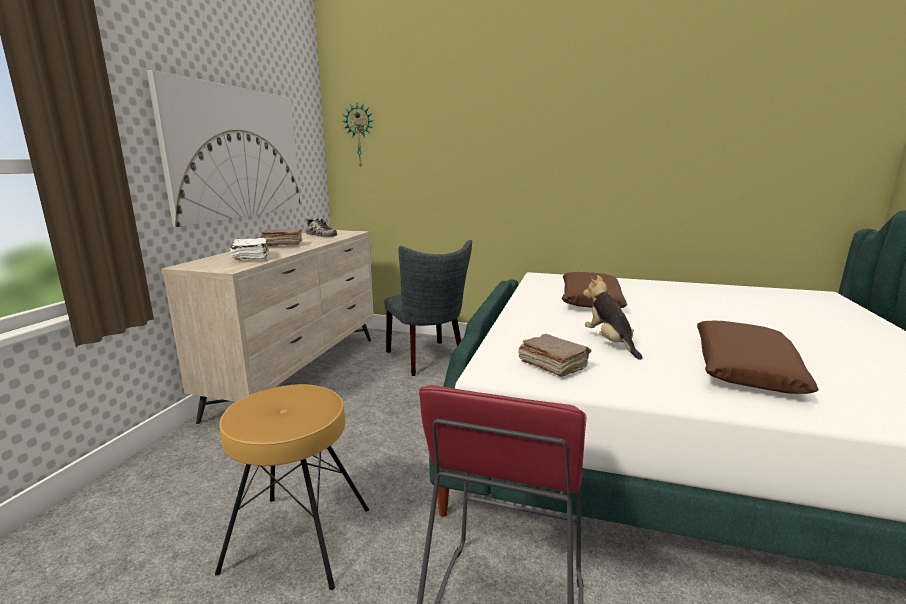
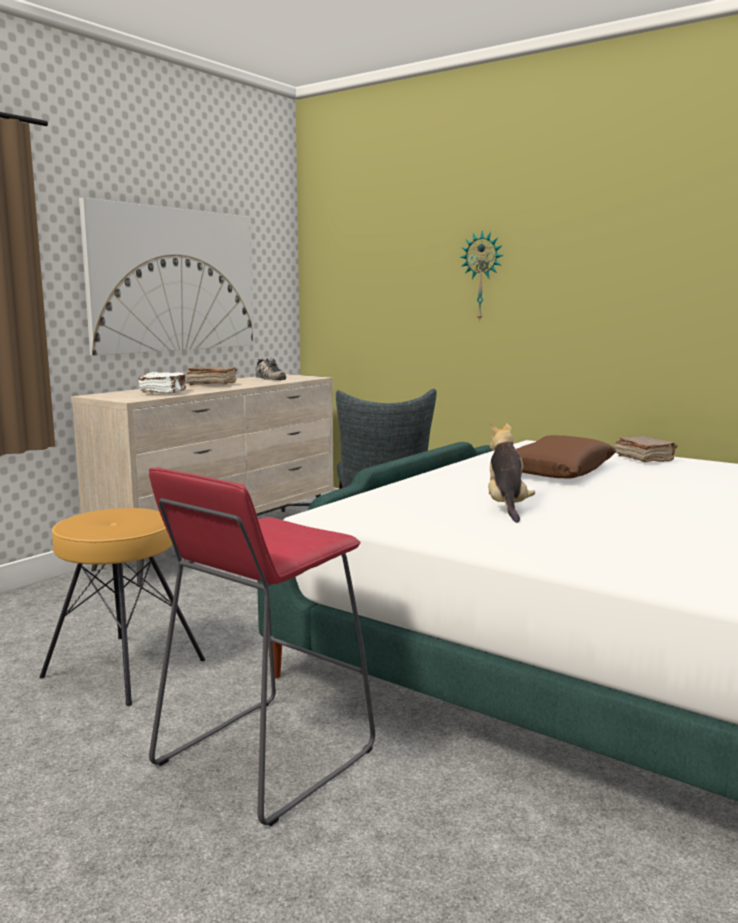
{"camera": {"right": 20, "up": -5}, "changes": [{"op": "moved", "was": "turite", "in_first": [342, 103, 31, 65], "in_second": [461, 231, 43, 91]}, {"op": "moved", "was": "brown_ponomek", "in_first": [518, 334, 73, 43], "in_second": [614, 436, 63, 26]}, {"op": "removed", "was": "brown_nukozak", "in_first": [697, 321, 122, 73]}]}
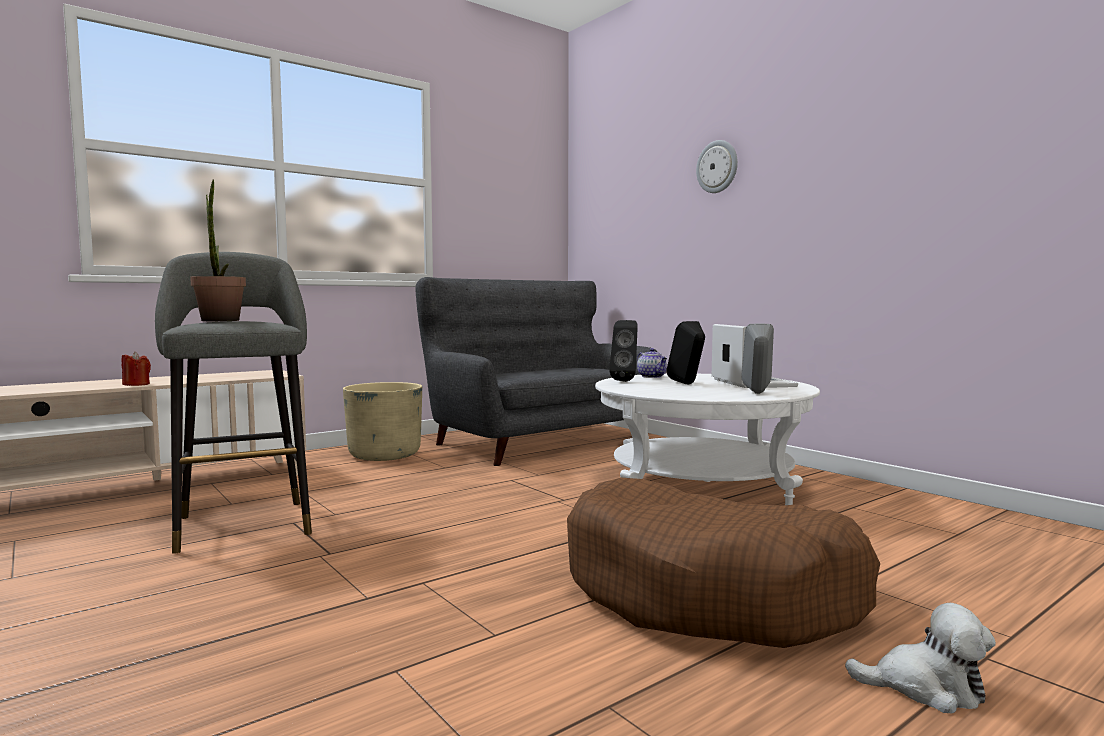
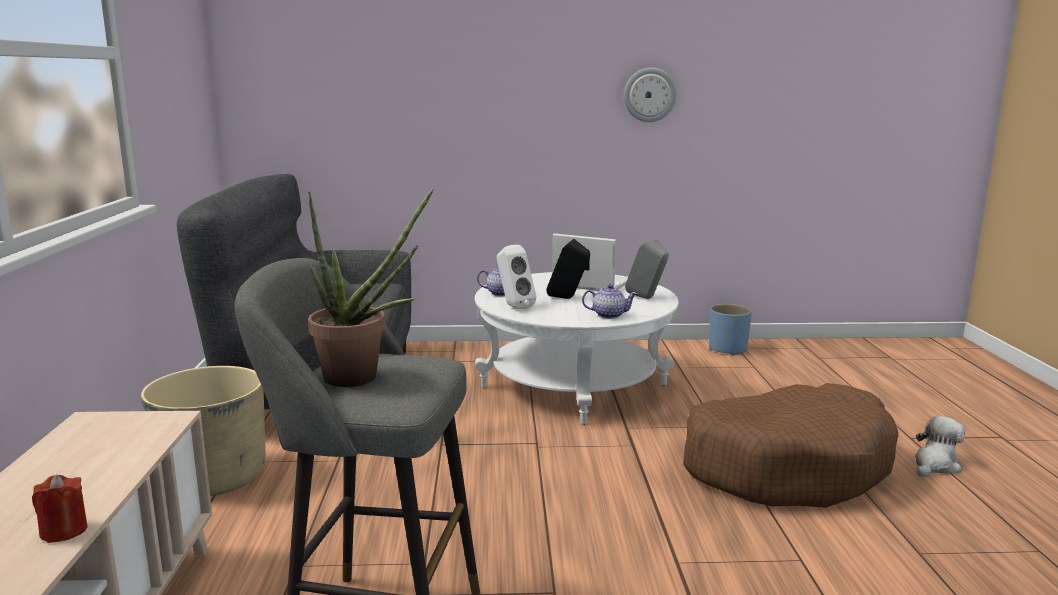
{"camera": {"right": -55, "up": 10}, "changes": [{"op": "recoloured", "was": "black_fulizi", "now": "white_fulizi", "in_first": [609, 320, 29, 62], "in_second": [497, 245, 39, 64]}, {"op": "added", "now": "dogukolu", "in_second": [582, 284, 56, 35]}, {"op": "moved", "was": "turite", "in_first": [696, 140, 42, 53], "in_second": [624, 68, 53, 54]}, {"op": "added", "now": "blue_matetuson", "in_second": [709, 304, 43, 52]}]}
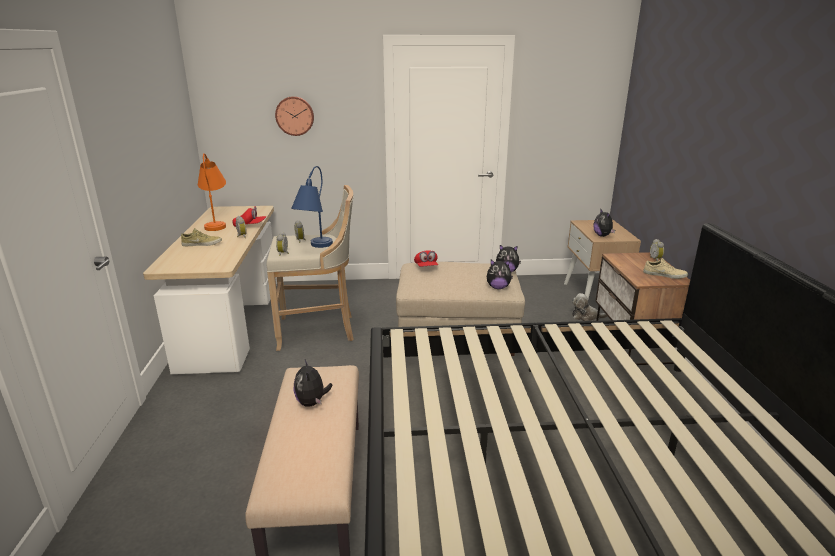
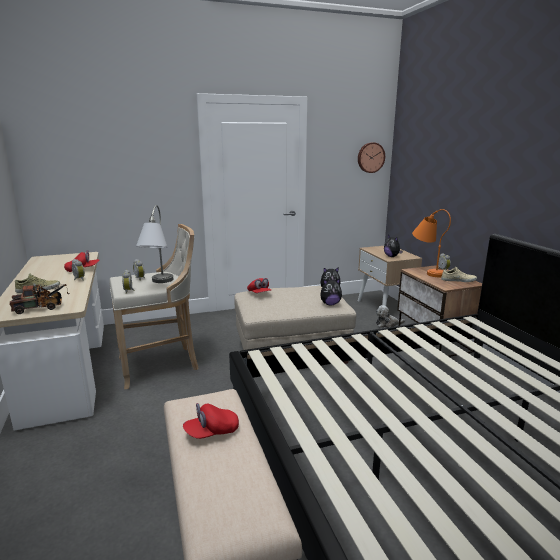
{"camera": {"right": -15, "up": -5}, "changes": [{"op": "added", "now": "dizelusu", "in_second": [9, 284, 59, 30]}, {"op": "recoloured", "was": "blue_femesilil", "now": "grey_femesilil", "in_first": [291, 166, 42, 82], "in_second": [136, 205, 37, 78]}, {"op": "replaced", "was": "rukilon", "now": "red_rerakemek", "in_first": [293, 359, 40, 47], "in_second": [183, 403, 56, 36]}, {"op": "moved", "was": "turite", "in_first": [275, 96, 39, 40], "in_second": [358, 142, 27, 31]}, {"op": "moved", "was": "orange_femesilil", "in_first": [198, 153, 28, 78], "in_second": [412, 209, 39, 68]}]}
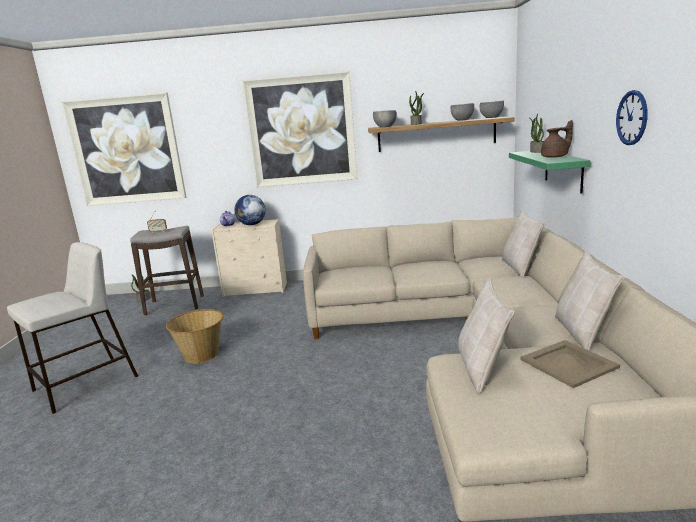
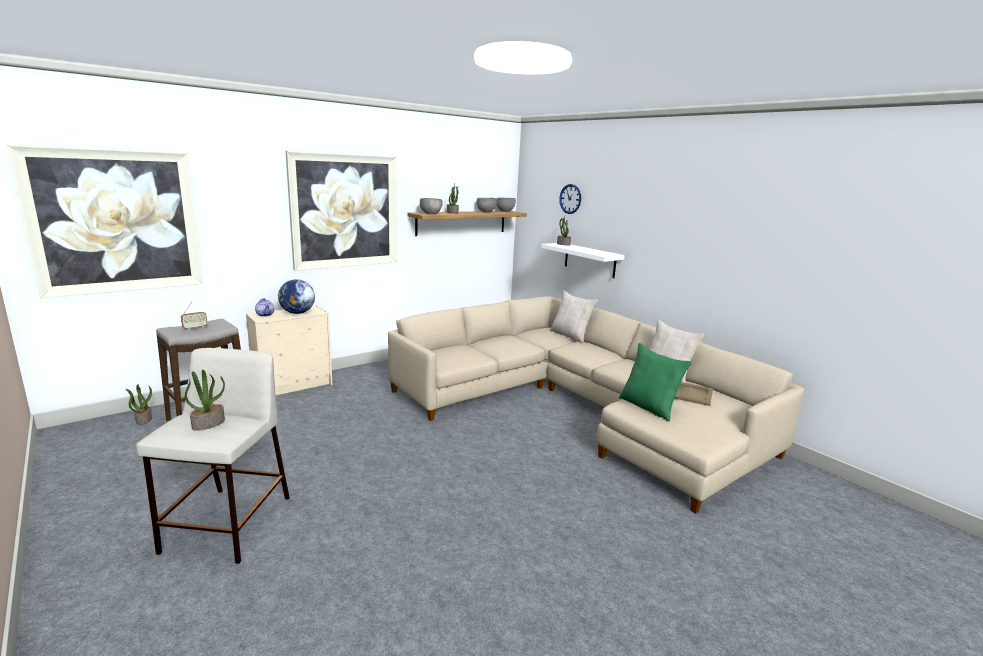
{"camera": {"right": -40, "up": 0}, "changes": [{"op": "added", "now": "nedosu", "in_second": [185, 370, 40, 61]}, {"op": "recoloured", "was": "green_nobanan", "now": "white_nobanan", "in_first": [509, 151, 82, 43], "in_second": [541, 243, 84, 35]}, {"op": "moved", "was": "turite", "in_first": [616, 90, 32, 55], "in_second": [559, 184, 22, 30]}, {"op": "recoloured", "was": "beige_nukozak", "now": "green_nukozak", "in_first": [458, 278, 57, 116], "in_second": [619, 343, 73, 78]}, {"op": "removed", "was": "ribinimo", "in_first": [166, 309, 58, 55]}, {"op": "removed", "was": "brown_dogukolu", "in_first": [541, 120, 32, 38]}]}
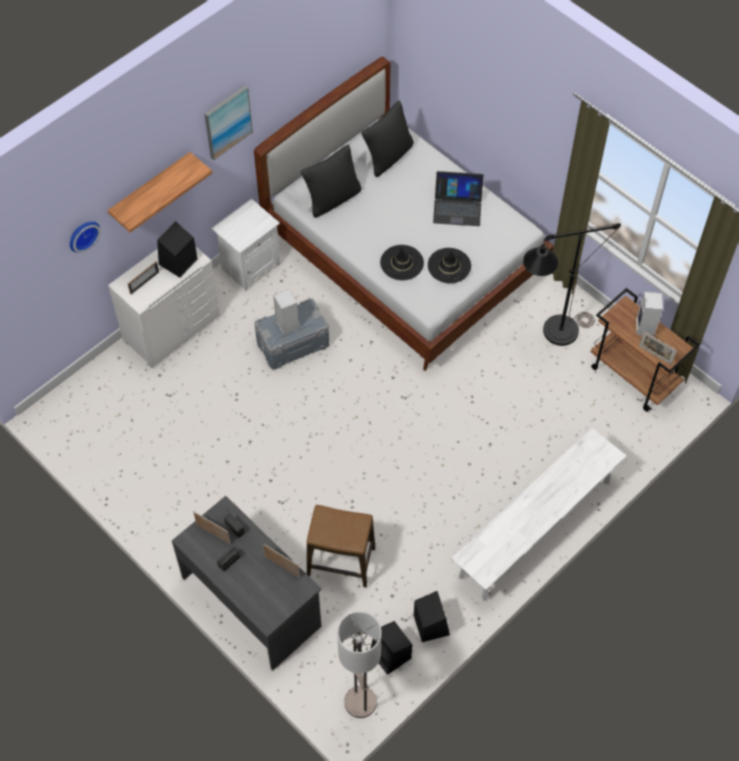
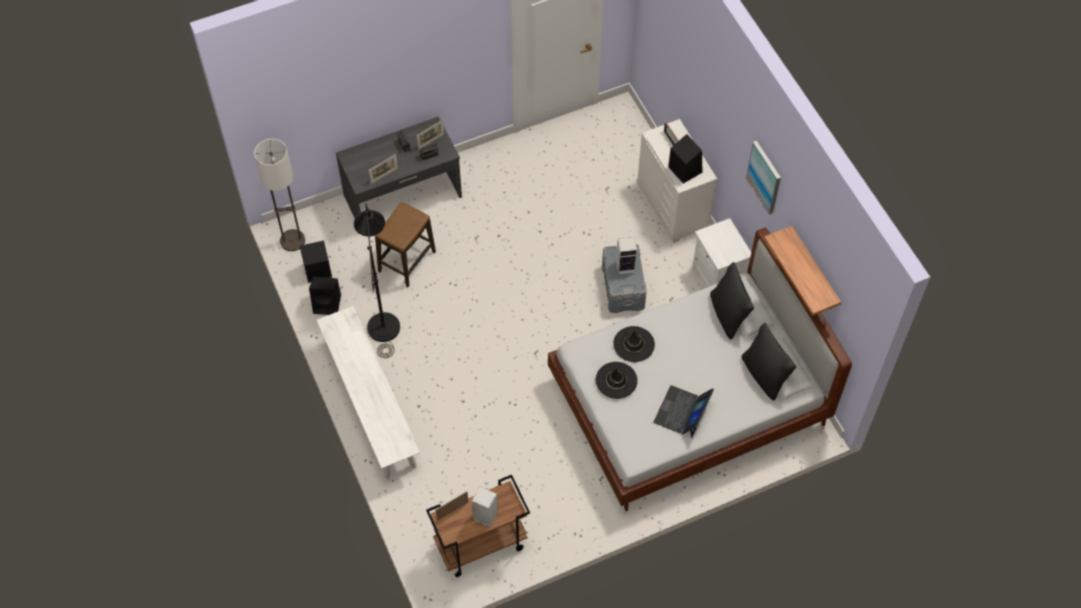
{"camera": {"right": 110, "up": 0}, "changes": [{"op": "moved", "was": "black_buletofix", "in_first": [523, 223, 98, 123], "in_second": [354, 204, 46, 154]}, {"op": "moved", "was": "nobanan", "in_first": [108, 152, 104, 81], "in_second": [764, 226, 77, 90]}, {"op": "removed", "was": "turite", "in_first": [70, 221, 31, 32]}]}
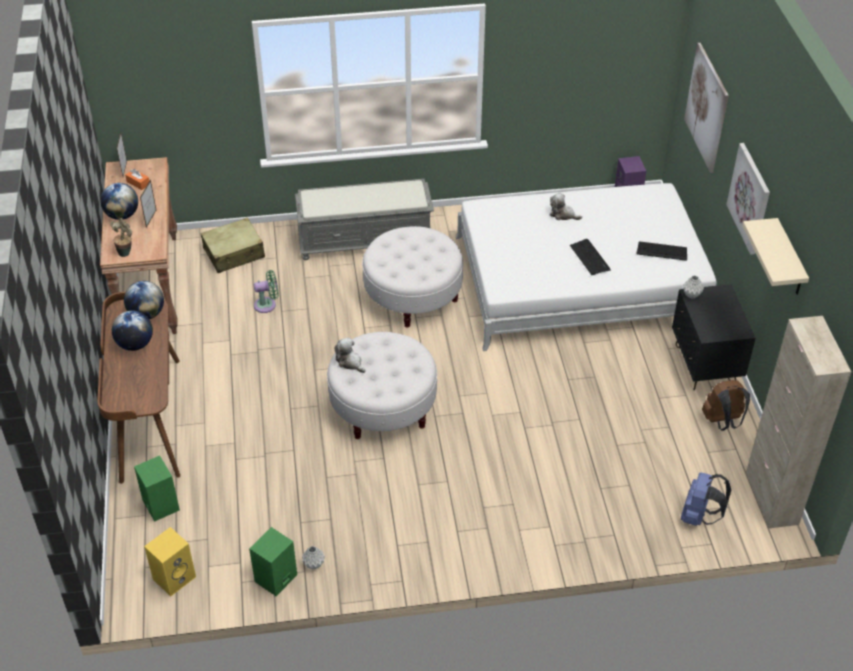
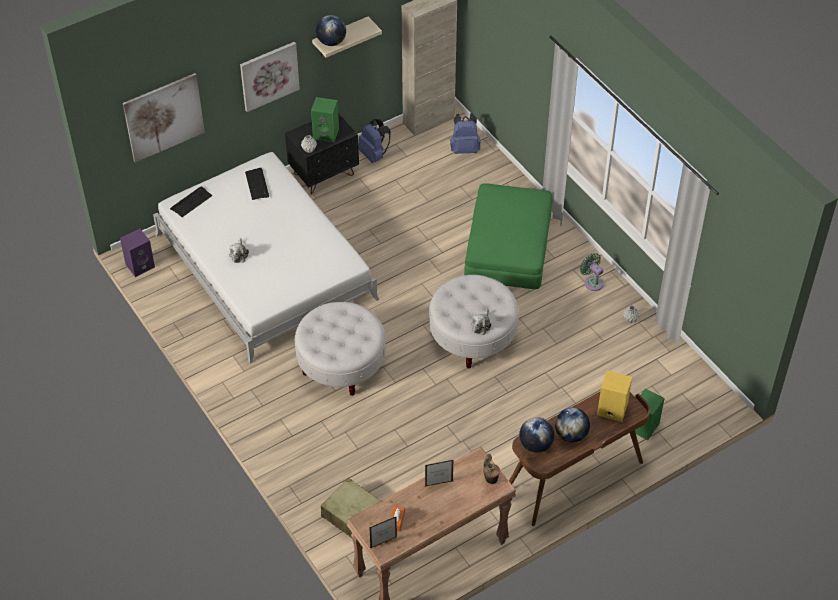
{"camera": {"right": -115, "up": 5}, "changes": [{"op": "moved", "was": "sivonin", "in_first": [570, 239, 41, 36], "in_second": [170, 186, 42, 31]}, {"op": "moved", "was": "green_fulizi", "in_first": [249, 527, 48, 69], "in_second": [311, 97, 28, 45]}, {"op": "moved", "was": "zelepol", "in_first": [100, 183, 38, 37], "in_second": [316, 15, 30, 31]}, {"op": "recoloured", "was": "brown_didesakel", "now": "blue_didesakel", "in_first": [702, 380, 48, 51], "in_second": [359, 119, 32, 44]}, {"op": "added", "now": "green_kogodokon", "in_second": [464, 183, 89, 106]}, {"op": "moved", "was": "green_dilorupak", "in_first": [254, 270, 25, 43], "in_second": [580, 253, 24, 38]}, {"op": "moved", "was": "yellow_fulizi", "in_first": [144, 527, 52, 69], "in_second": [597, 370, 35, 52]}, {"op": "removed", "was": "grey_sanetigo", "in_first": [295, 179, 139, 81]}]}
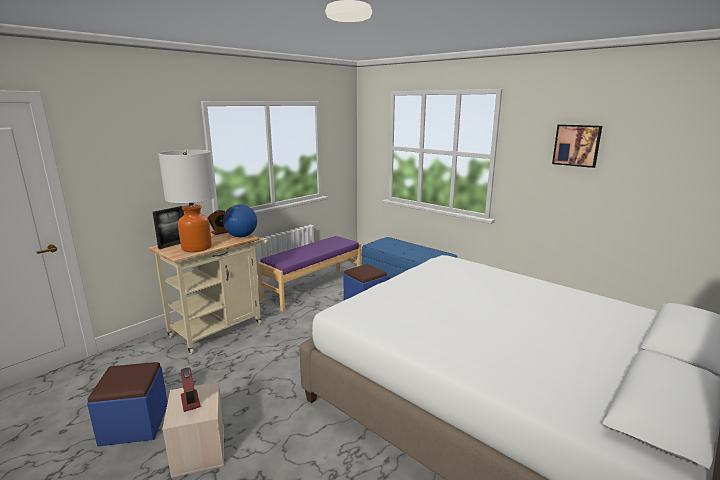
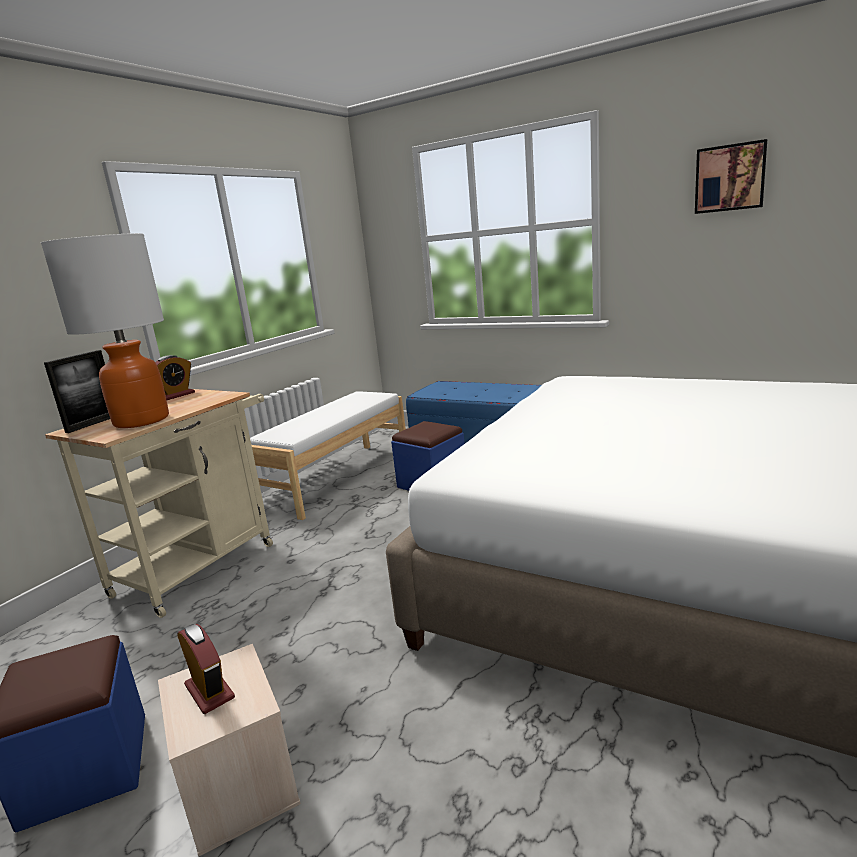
{"camera": {"right": -10, "up": 0}, "changes": [{"op": "recoloured", "was": "purple_sanetigo", "now": "white_sanetigo", "in_first": [257, 236, 104, 76], "in_second": [250, 392, 156, 128]}, {"op": "removed", "was": "zelepol", "in_first": [223, 204, 34, 33]}]}
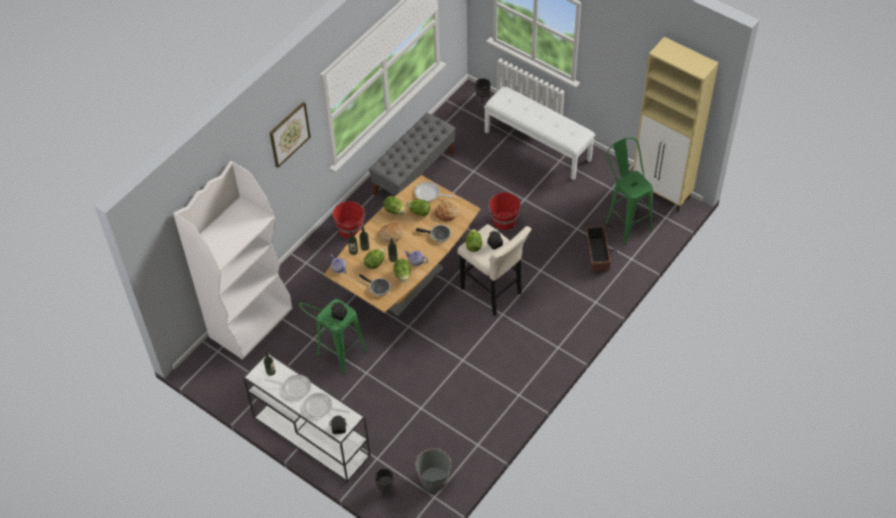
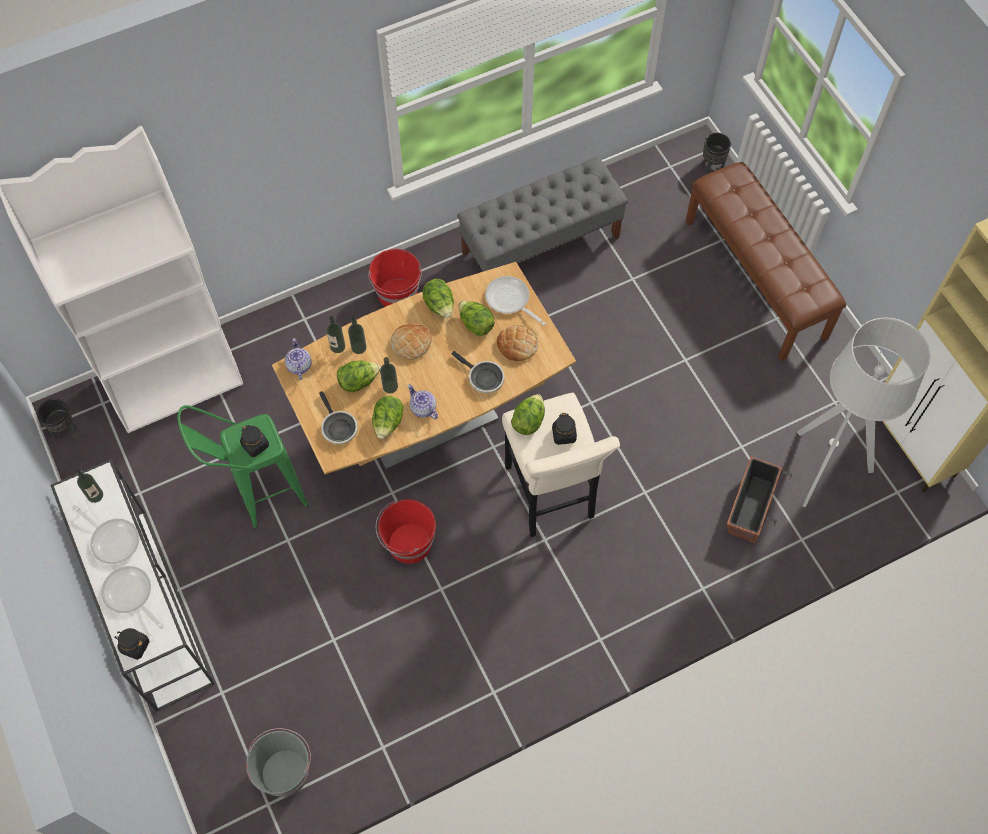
{"camera": {"right": 25, "up": 10}, "changes": [{"op": "moved", "was": "black_matetuson", "in_first": [375, 468, 19, 29], "in_second": [37, 399, 40, 40]}, {"op": "moved", "was": "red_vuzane", "in_first": [488, 192, 33, 38], "in_second": [376, 499, 60, 65]}, {"op": "recoloured", "was": "white_sanetigo", "now": "brown_sanetigo", "in_first": [484, 86, 111, 94], "in_second": [685, 162, 161, 199]}, {"op": "replaced", "was": "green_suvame", "now": "grey_buletofix", "in_first": [605, 137, 48, 108], "in_second": [797, 318, 133, 189]}, {"op": "removed", "was": "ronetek", "in_first": [270, 102, 41, 66]}]}
